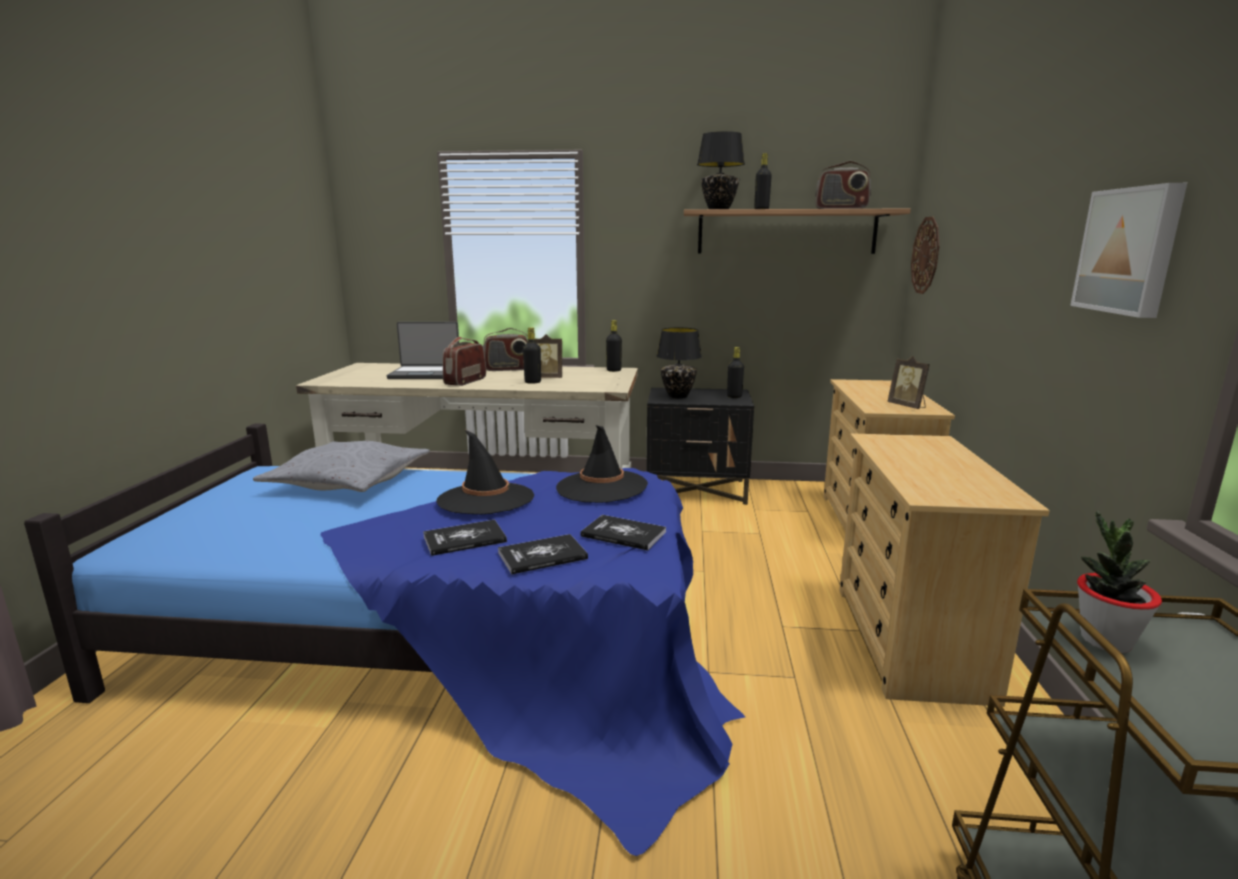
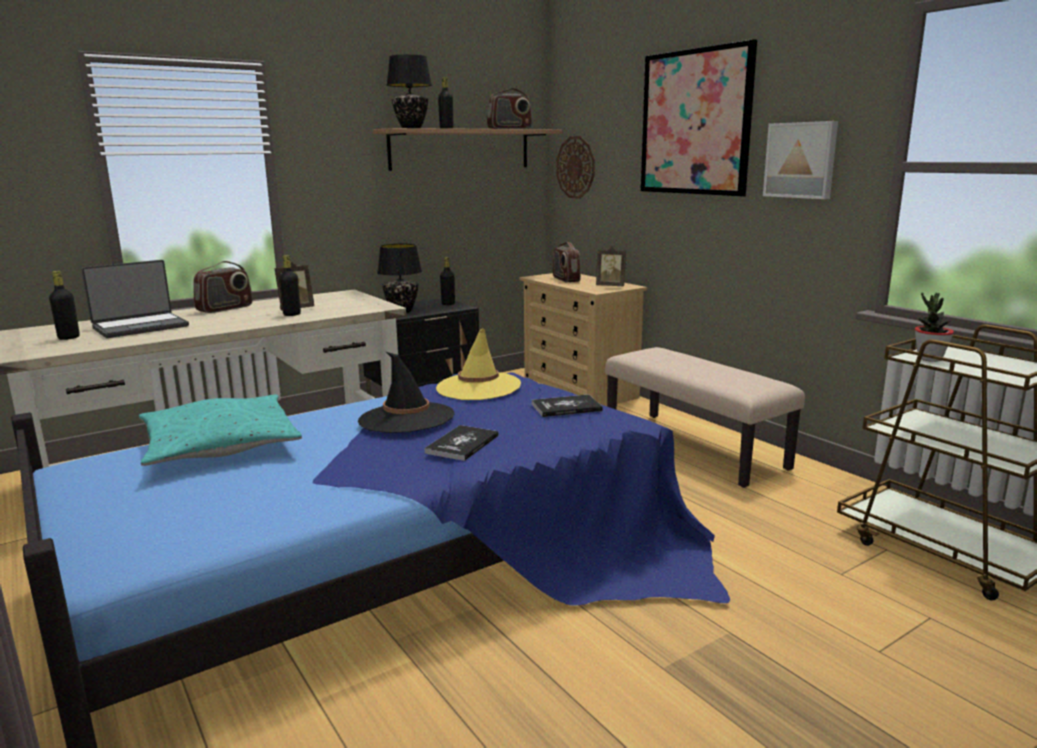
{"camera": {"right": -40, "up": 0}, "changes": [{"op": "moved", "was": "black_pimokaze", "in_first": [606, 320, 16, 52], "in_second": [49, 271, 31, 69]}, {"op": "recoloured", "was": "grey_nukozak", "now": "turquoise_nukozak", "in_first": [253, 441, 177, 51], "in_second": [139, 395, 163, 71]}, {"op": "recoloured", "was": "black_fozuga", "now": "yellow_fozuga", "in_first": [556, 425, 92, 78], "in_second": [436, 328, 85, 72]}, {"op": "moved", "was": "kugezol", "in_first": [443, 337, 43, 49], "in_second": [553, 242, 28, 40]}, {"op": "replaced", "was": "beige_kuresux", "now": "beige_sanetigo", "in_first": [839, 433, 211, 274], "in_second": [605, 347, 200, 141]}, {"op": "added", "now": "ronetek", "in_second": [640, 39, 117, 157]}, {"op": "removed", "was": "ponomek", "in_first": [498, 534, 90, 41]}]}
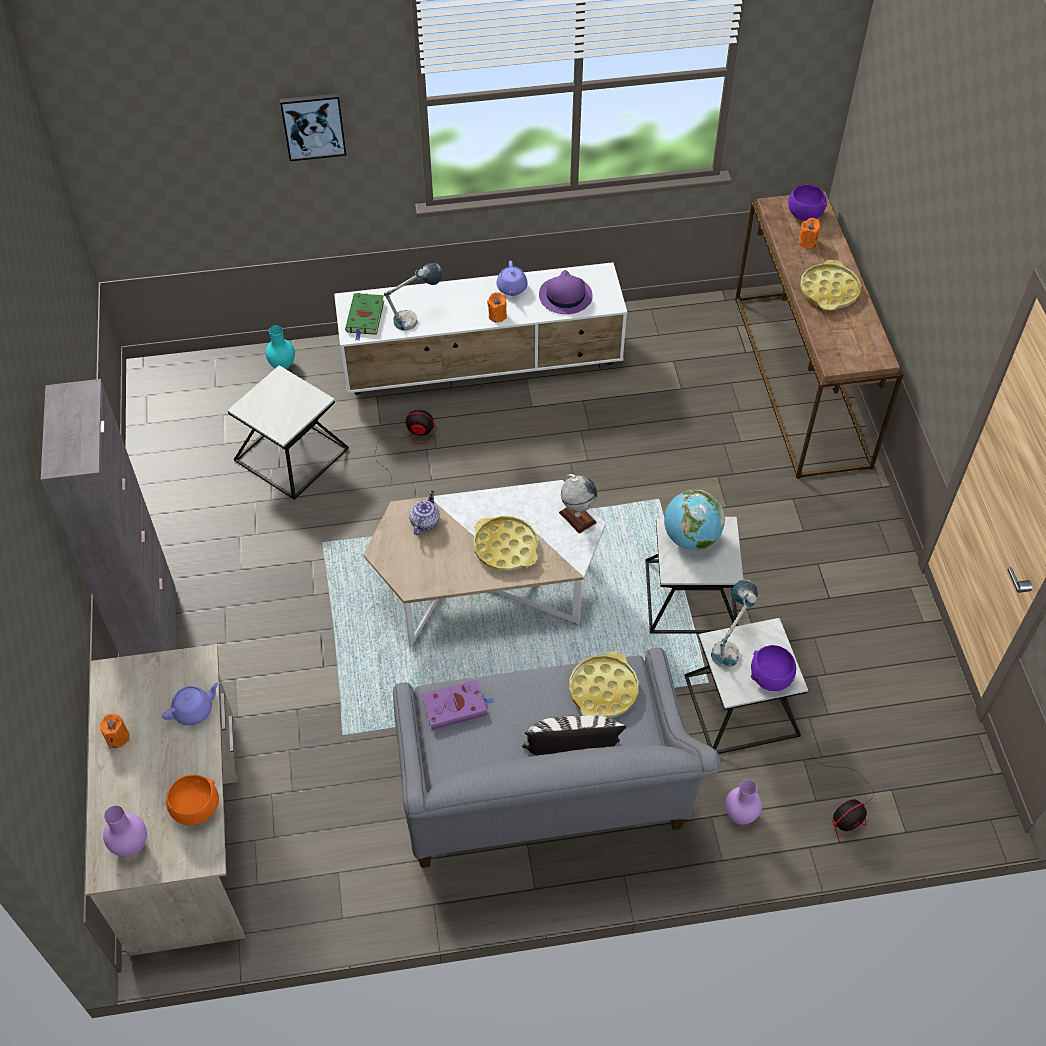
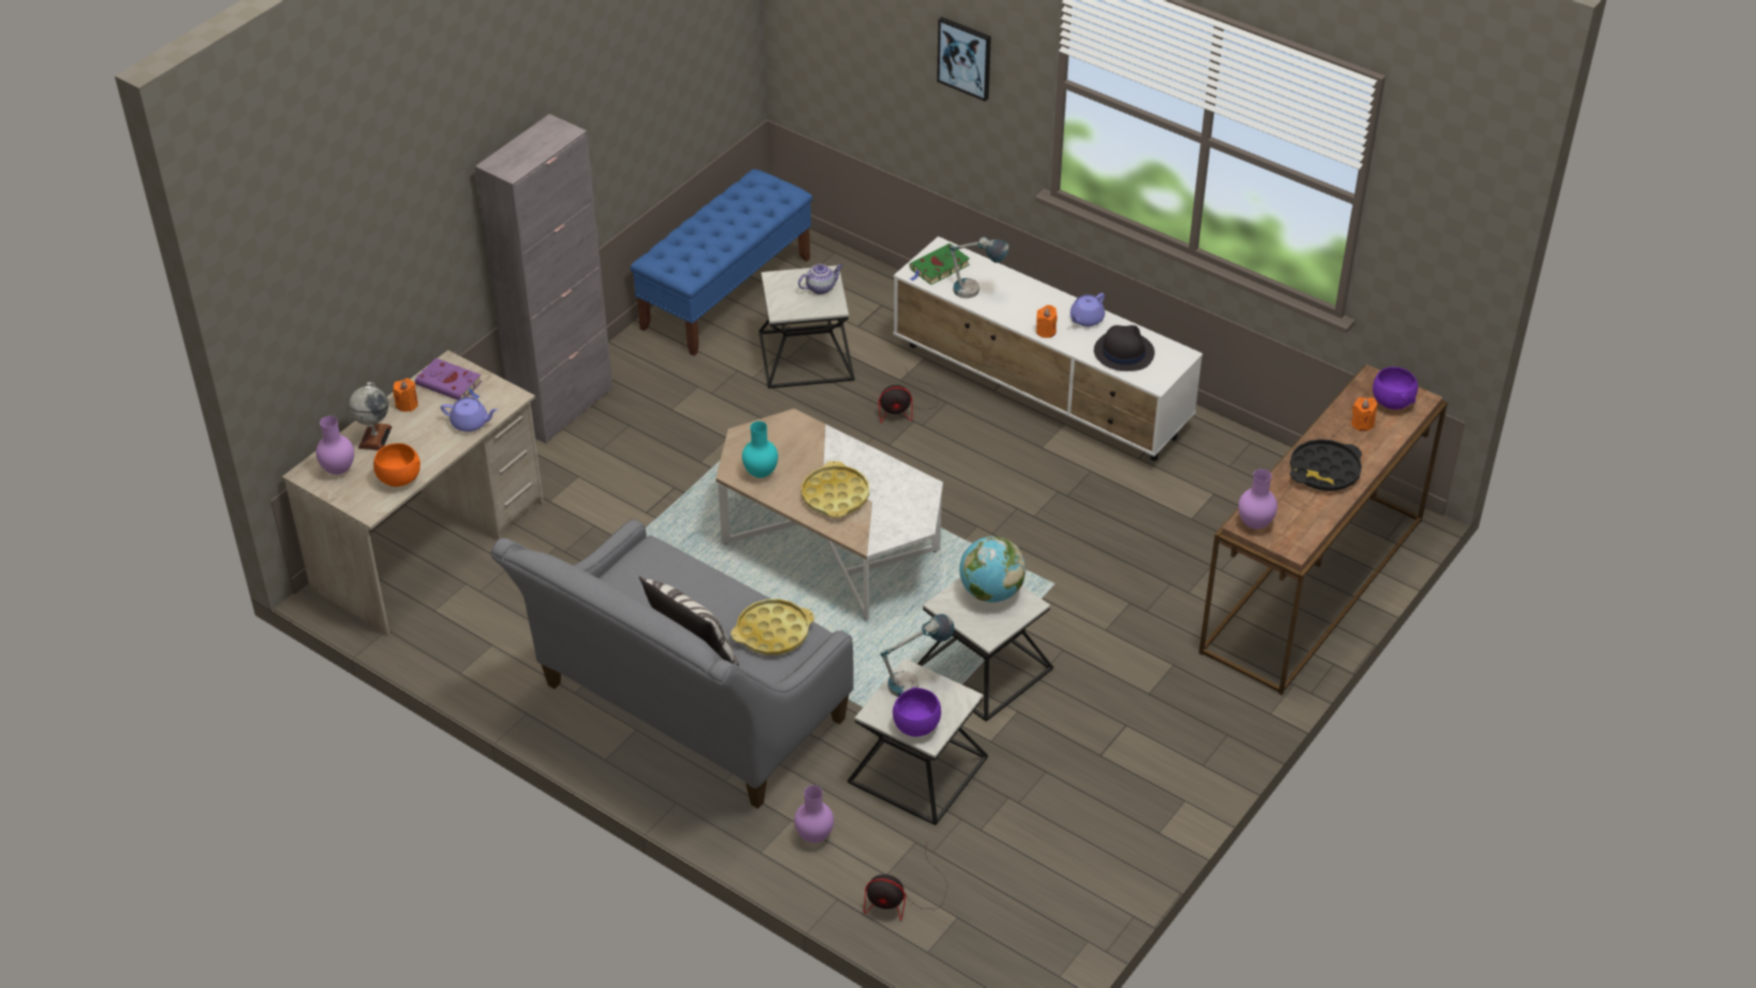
{"camera": {"right": 45, "up": -10}, "changes": [{"op": "moved", "was": "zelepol", "in_first": [559, 474, 38, 60], "in_second": [349, 382, 43, 69]}, {"op": "moved", "was": "purple_ponomek", "in_first": [422, 680, 73, 50], "in_second": [415, 358, 67, 42]}, {"op": "added", "now": "blue_sanetigo", "in_second": [630, 169, 183, 187]}, {"op": "moved", "was": "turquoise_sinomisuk", "in_first": [265, 325, 30, 44], "in_second": [742, 421, 36, 57]}, {"op": "moved", "was": "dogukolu", "in_first": [409, 491, 31, 44], "in_second": [798, 264, 45, 30]}, {"op": "turned", "was": "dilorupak", "in_first": [374, 410, 63, 76], "in_second": [878, 370, 60, 53], "clockwise": 120}, {"op": "recoloured", "was": "purple_fozuga", "now": "black_fozuga", "in_first": [539, 270, 54, 44], "in_second": [1094, 325, 61, 46]}, {"op": "added", "now": "purple_sinomisuk", "in_second": [1238, 469, 40, 60]}, {"op": "recoloured", "was": "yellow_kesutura", "now": "black_kesutura", "in_first": [800, 260, 61, 51], "in_second": [1290, 439, 72, 52]}]}
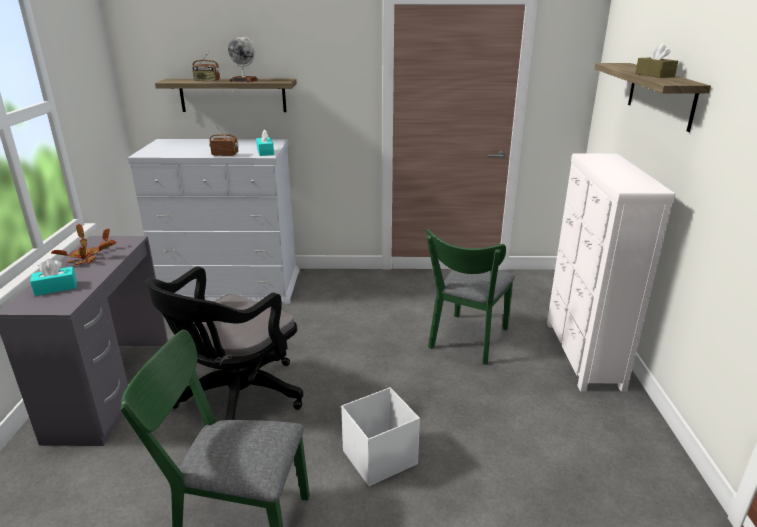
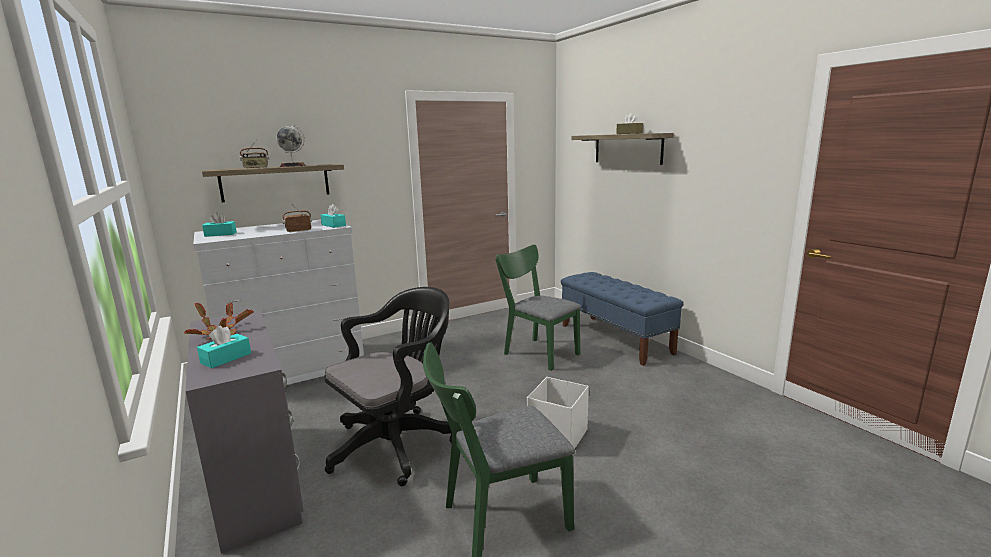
{"camera": {"right": -30, "up": -10}, "changes": [{"op": "added", "now": "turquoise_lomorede", "in_second": [202, 212, 35, 25]}, {"op": "turned", "was": "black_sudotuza", "in_first": [145, 267, 158, 153], "in_second": [324, 287, 128, 199], "clockwise": -135}, {"op": "turned", "was": "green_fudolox", "in_first": [426, 229, 89, 136], "in_second": [495, 245, 86, 126], "clockwise": 135}, {"op": "replaced", "was": "white_kuresux", "now": "blue_sanetigo", "in_first": [547, 154, 128, 238], "in_second": [561, 272, 123, 94]}]}
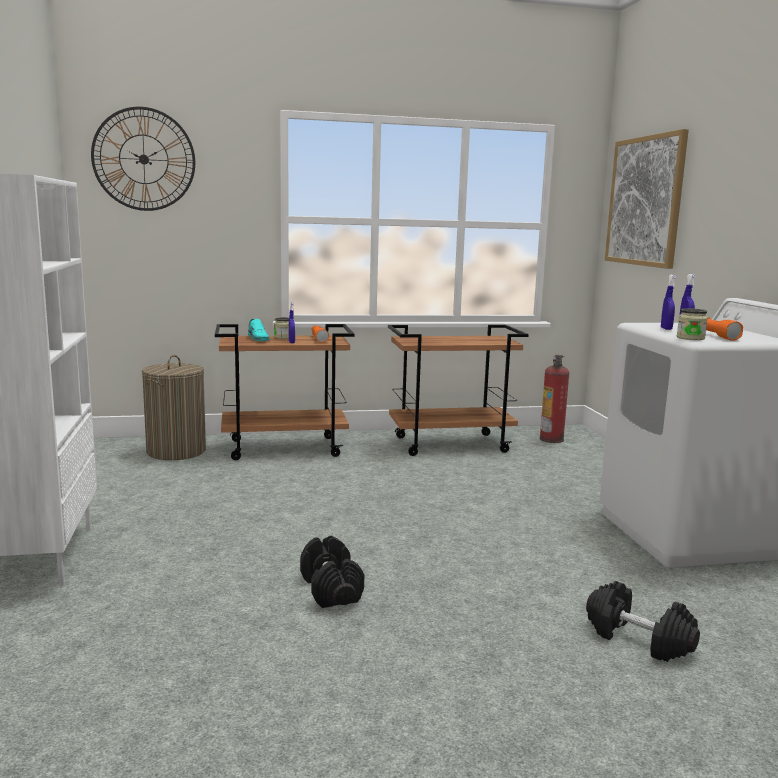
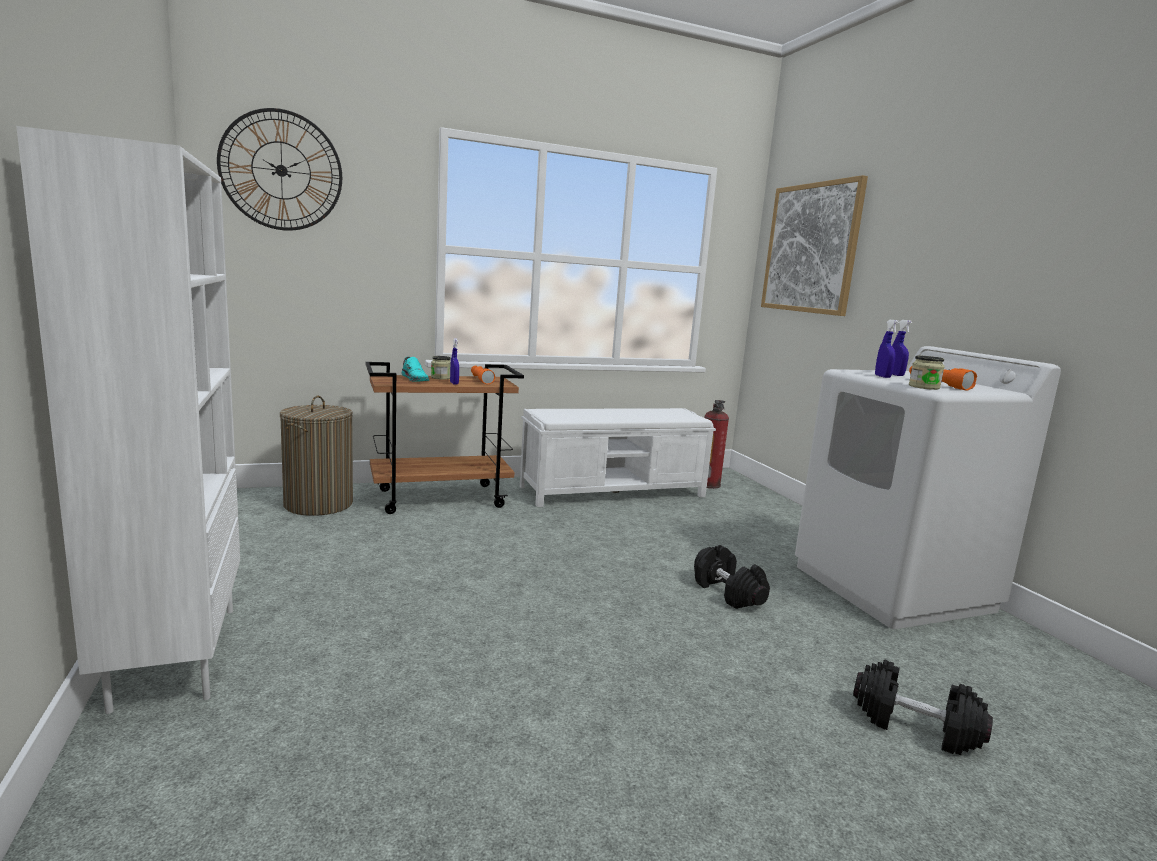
{"camera": {"right": -10, "up": 0}, "changes": [{"op": "replaced", "was": "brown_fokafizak", "now": "white_sanetigo", "in_first": [388, 325, 141, 131], "in_second": [520, 408, 196, 99]}, {"op": "moved", "was": "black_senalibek", "in_first": [300, 536, 64, 72], "in_second": [694, 545, 76, 64]}]}
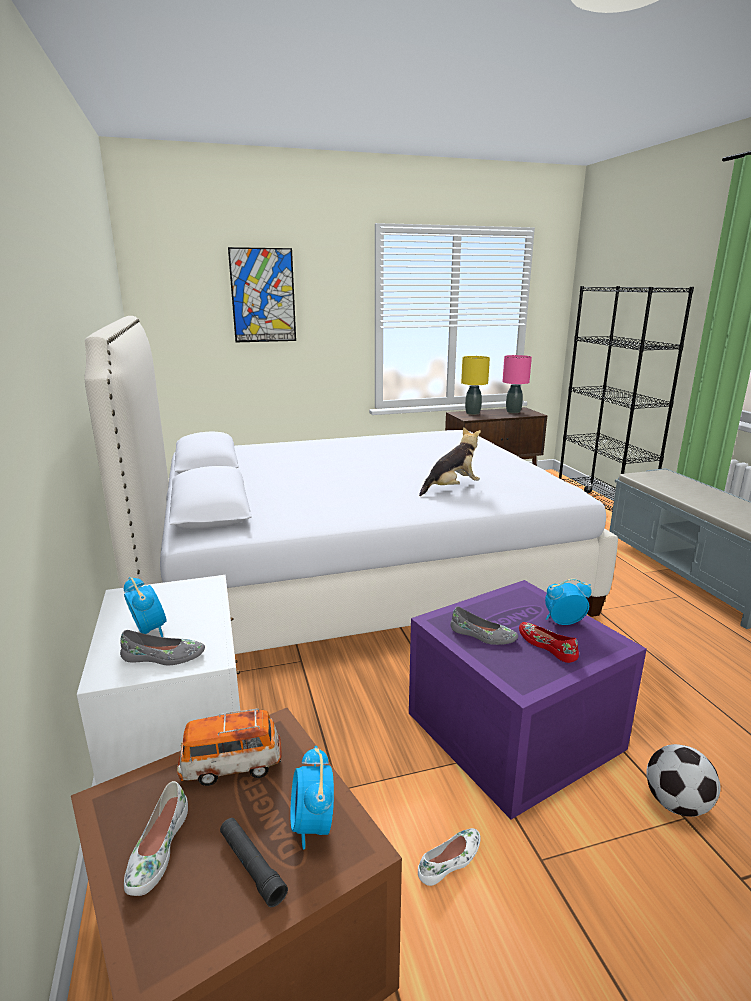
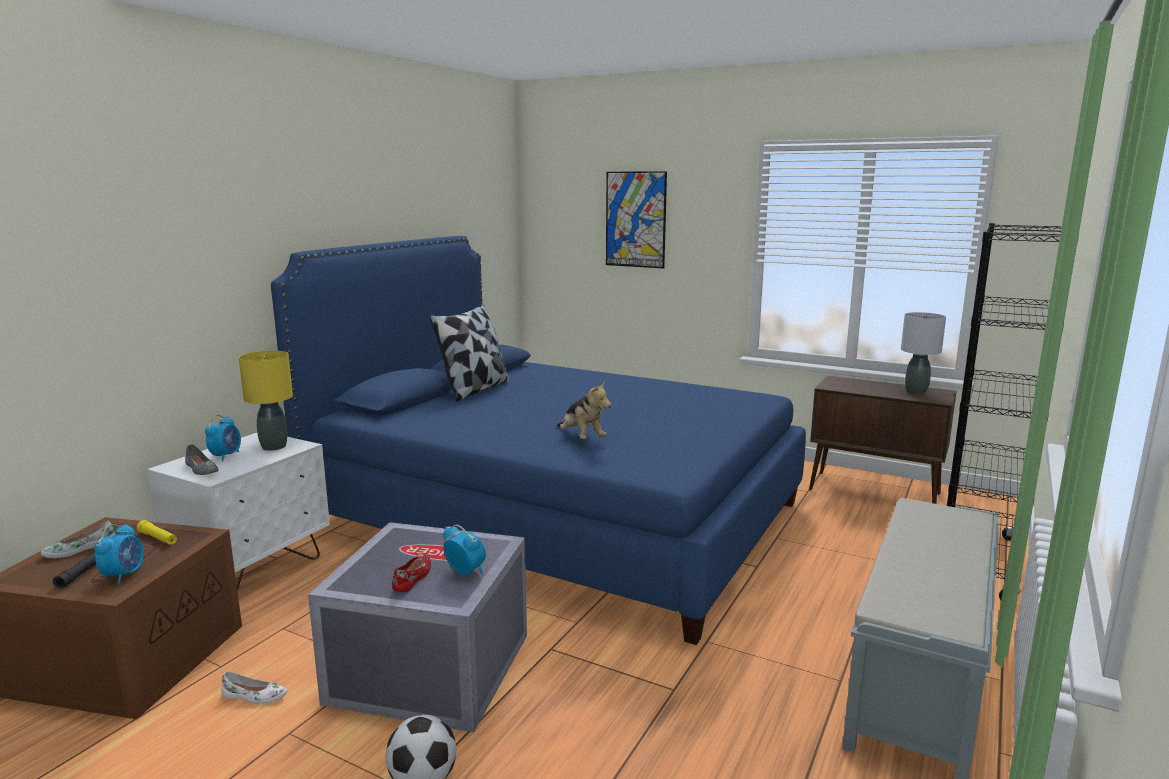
{"camera": {"right": 45, "up": -5}, "changes": [{"op": "turned", "was": "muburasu", "in_first": [290, 746, 44, 103], "in_second": [94, 524, 50, 60], "clockwise": 150}, {"op": "replaced", "was": "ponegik", "now": "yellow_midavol", "in_first": [177, 708, 105, 78], "in_second": [137, 520, 40, 25]}, {"op": "moved", "was": "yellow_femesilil", "in_first": [461, 356, 29, 59], "in_second": [239, 351, 54, 100]}, {"op": "recoloured", "was": "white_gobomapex", "now": "blue_gobomapex", "in_first": [85, 316, 533, 338], "in_second": [271, 236, 535, 409]}, {"op": "recoloured", "was": "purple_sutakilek", "now": "grey_sutakilek", "in_first": [409, 580, 238, 239], "in_second": [308, 522, 219, 210]}, {"op": "added", "now": "nukozak", "in_second": [429, 305, 80, 96]}, {"op": "turned", "was": "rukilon", "in_first": [419, 427, 62, 69], "in_second": [557, 380, 54, 59], "clockwise": 45}, {"op": "recoloured", "was": "pink_femesilil", "now": "grey_femesilil", "in_first": [502, 355, 30, 58], "in_second": [901, 312, 45, 83]}, {"op": "removed", "was": "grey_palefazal", "in_first": [450, 607, 68, 38]}]}
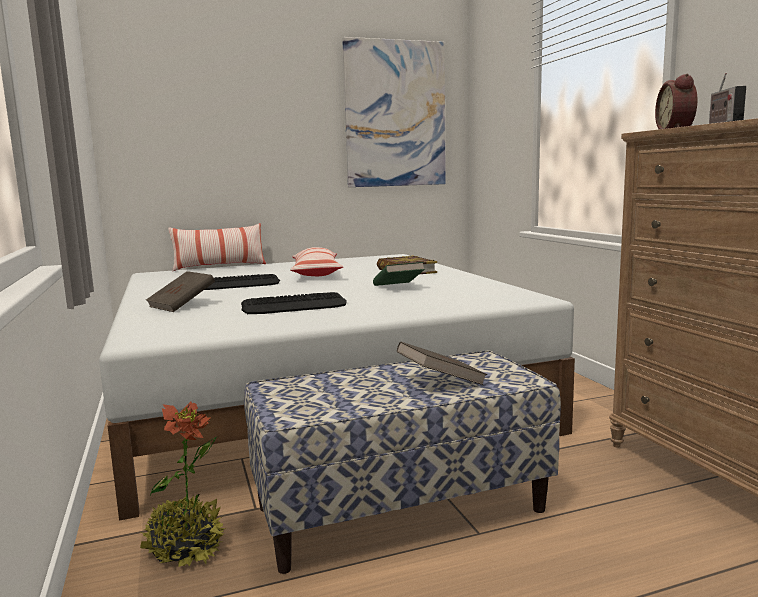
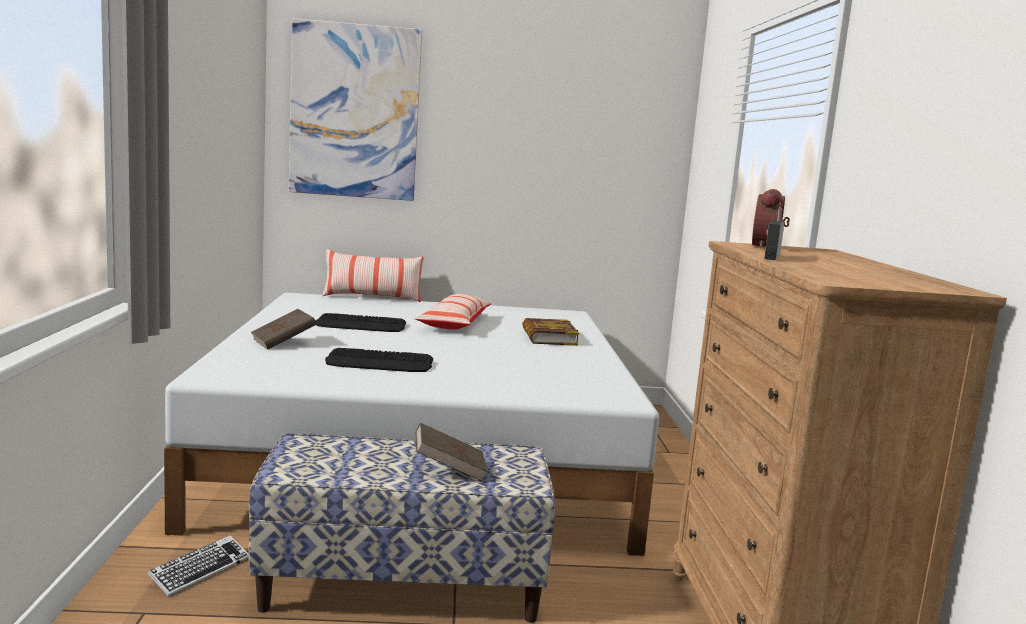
{"camera": {"right": 15, "up": 0}, "changes": [{"op": "replaced", "was": "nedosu", "now": "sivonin", "in_first": [140, 402, 87, 165], "in_second": [147, 535, 102, 62]}, {"op": "moved", "was": "ronetek", "in_first": [342, 37, 104, 150], "in_second": [289, 18, 133, 183]}, {"op": "removed", "was": "green_ponomek", "in_first": [373, 262, 52, 24]}]}
